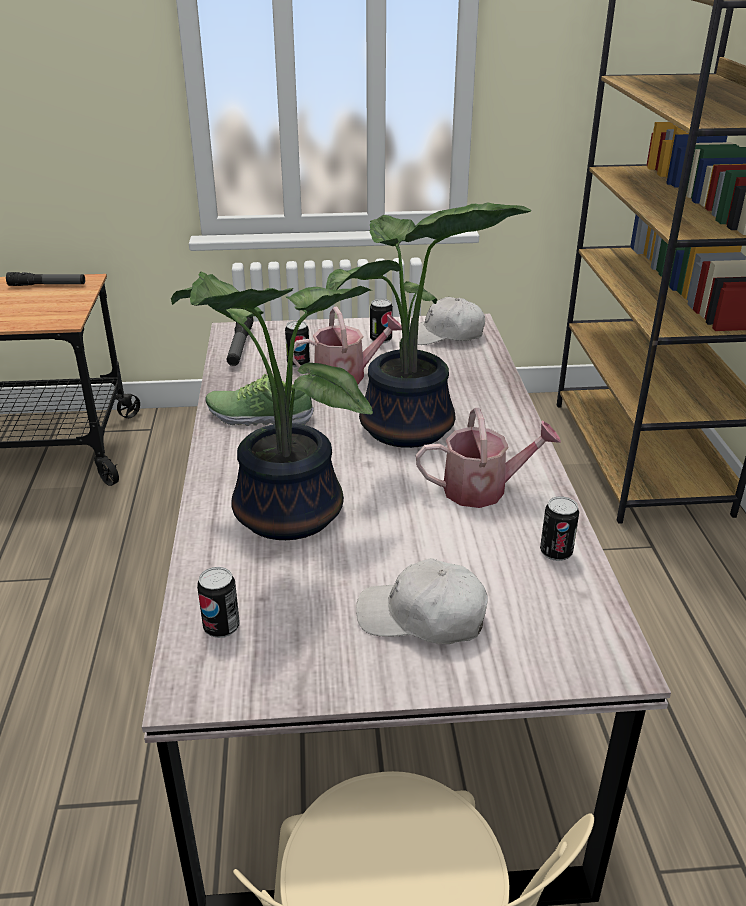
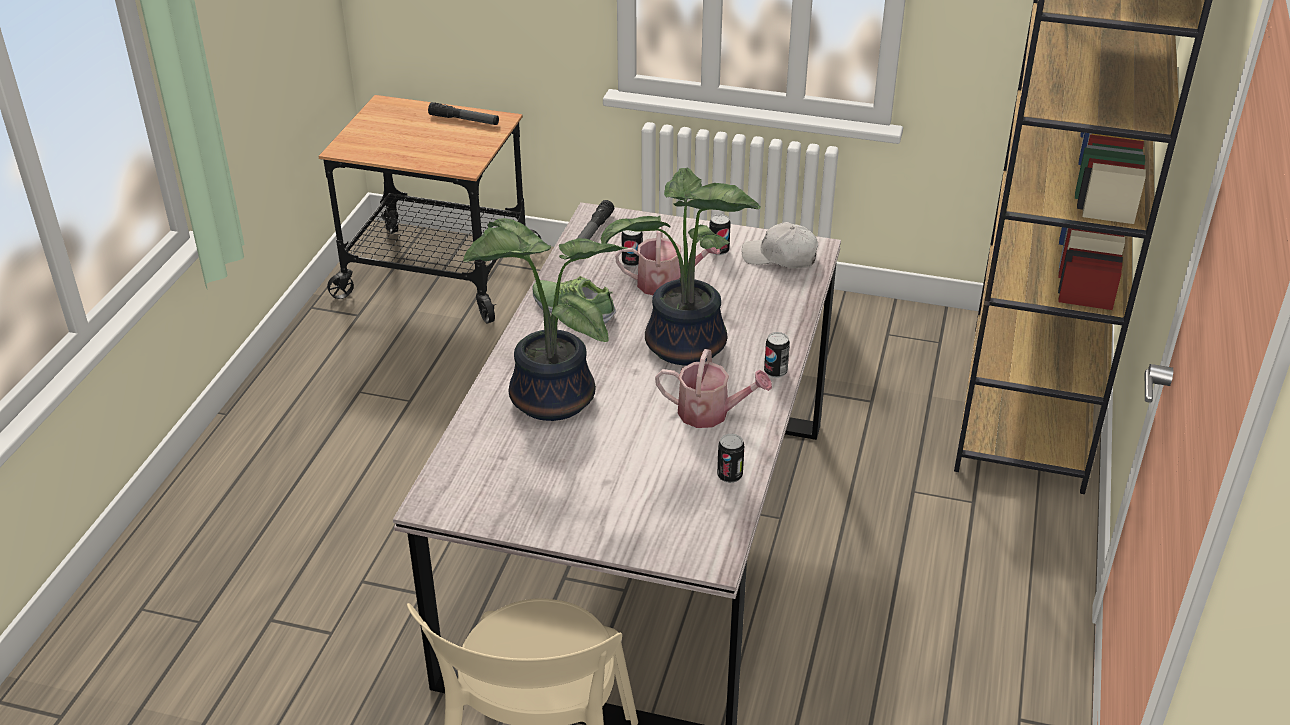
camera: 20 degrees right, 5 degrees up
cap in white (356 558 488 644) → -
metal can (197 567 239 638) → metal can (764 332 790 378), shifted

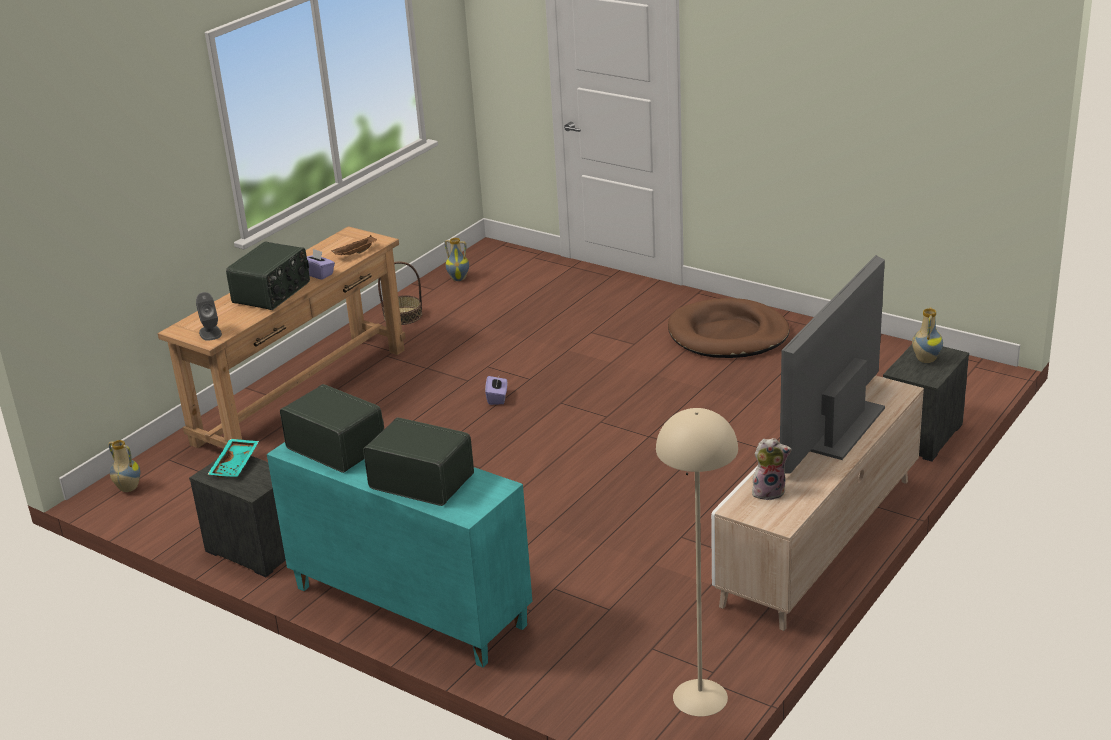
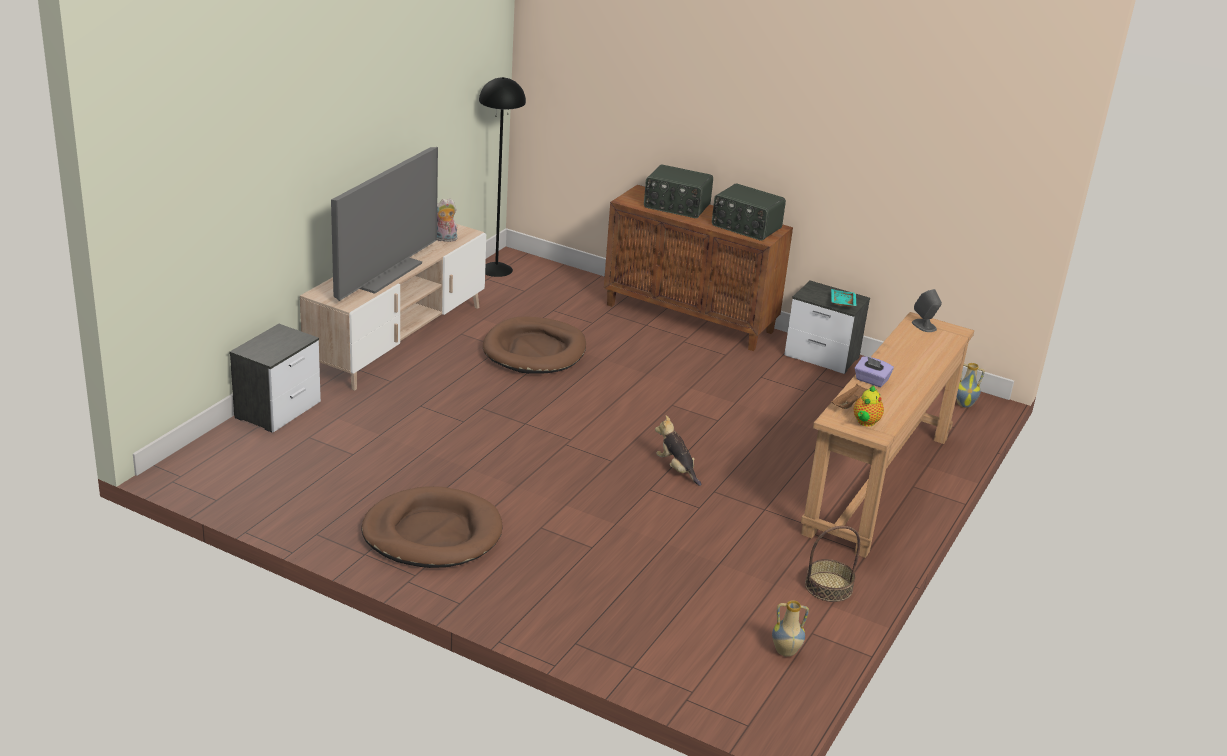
camera: 170 degrees right, 0 degrees up
radio receiver (226 241 310 310) → -
vase (912 307 943 363) → -
tissue holder in purple-coloured (485 374 507 405) → plush toy (655 415 702 486)
floor lamp in beige (656 408 738 716) → floor lamp in black (479 77 526 277)
cabinet in blue-green (267 442 532 668) → cabinet in brown-coloured (604 185 793 351)
- → dog cushion in brown-coloured (483 316 586 374)
- → tea pot (854 386 884 427)

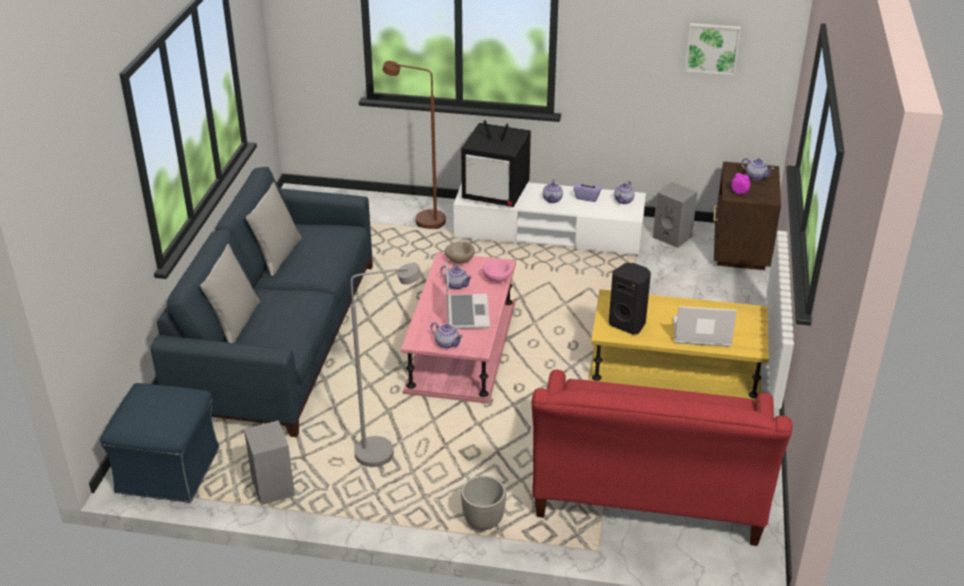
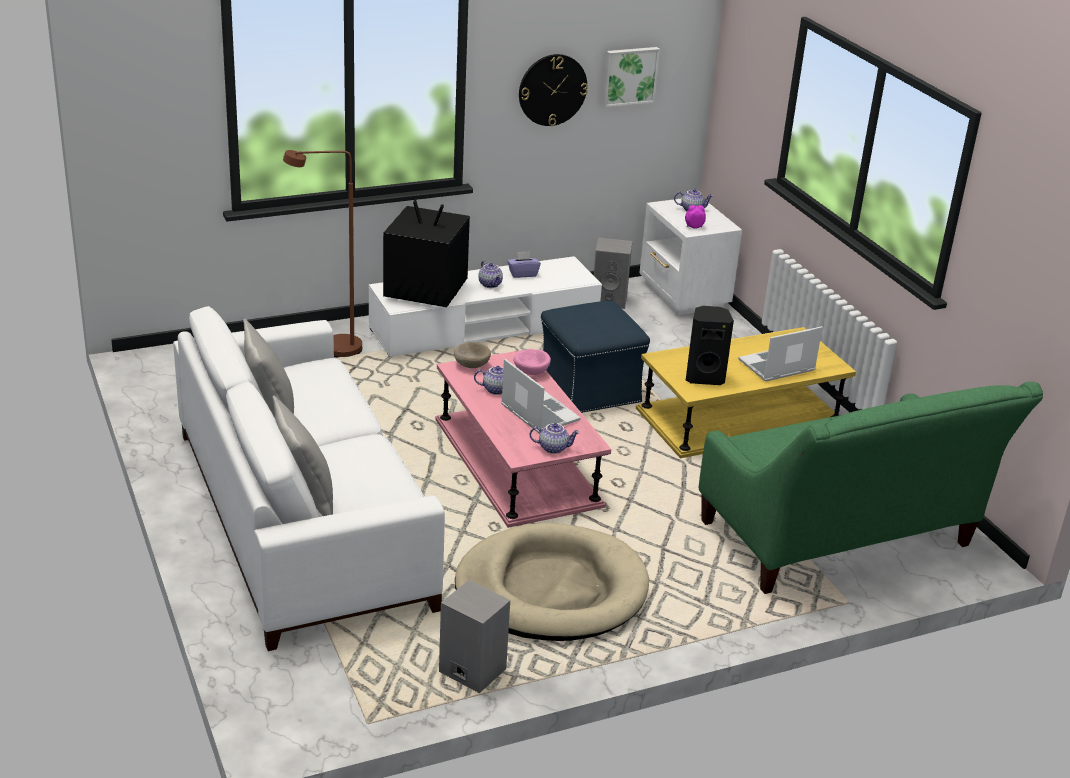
camera: 35 degrees left, 5 degrees down
TV (461 120 531 207) → TV (383 200 470 308), 150 degrees counterclockwise
nightstand in brown-coloured (714 162 781 270) → nightstand in white (639 198 742 315)
sofa in blue (151 167 373 437) → sofa in white (173 306 445 651)
tea pot (614 181 635 204) → -
floor lamp in greyish (351 263 421 467) → dog cushion in beige (455 523 649 641)
sofa in red-coloured (532 370 793 546) → sofa in green-coloured (699 382 1043 594)
pouffe in blue (100 383 219 503) → pouffe in blue (541 300 650 413), shifted
plant pot (461 476 506 530) → -
- → wall clock (519 54 588 126)

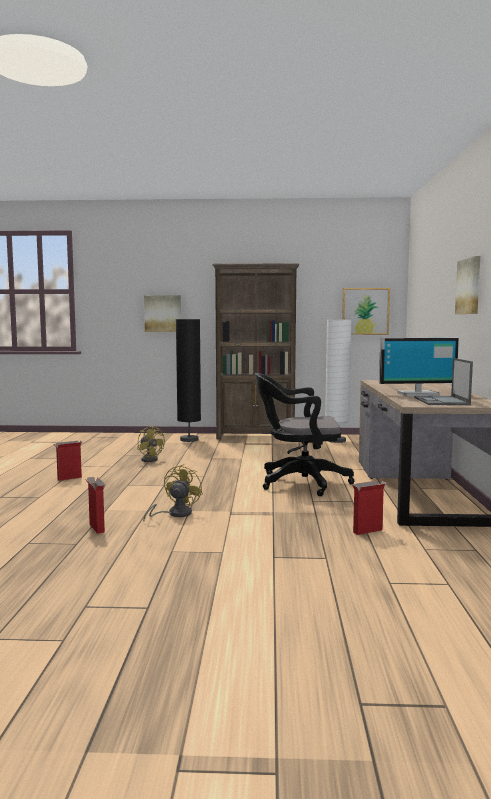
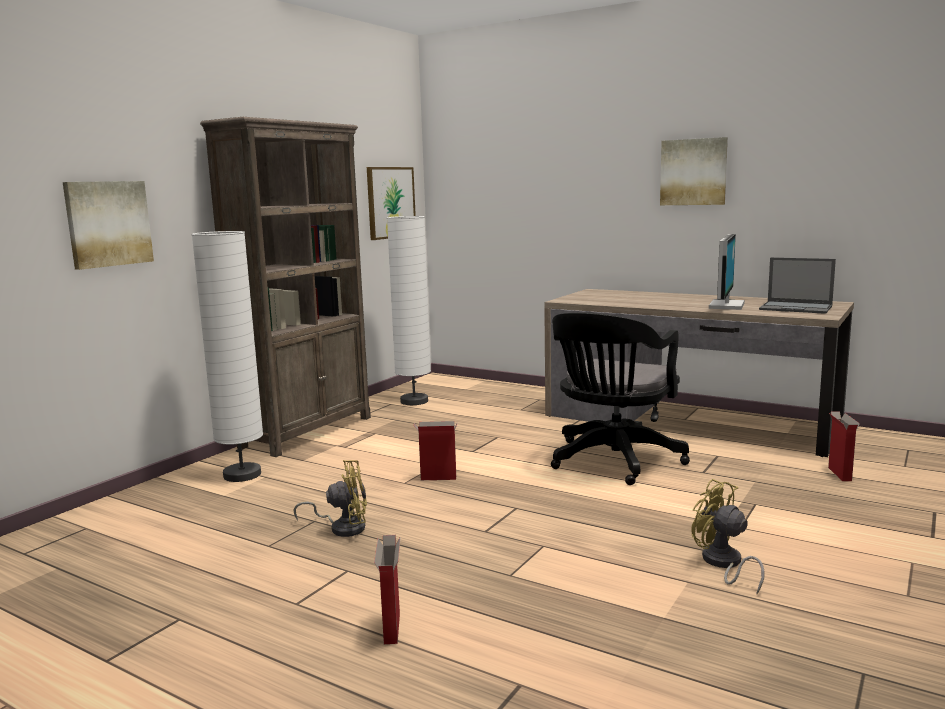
camera: 60 degrees left, 5 degrees up
floor lamp in black (176 319 201 442) → floor lamp in white (192 231 263 482)
carton (86 477 106 534) → carton (413 421 457 480), shifted

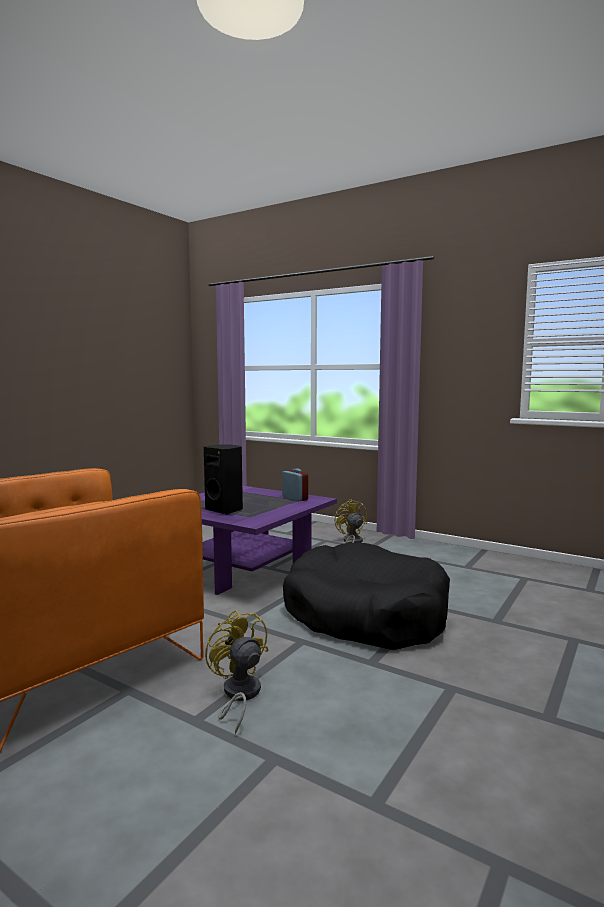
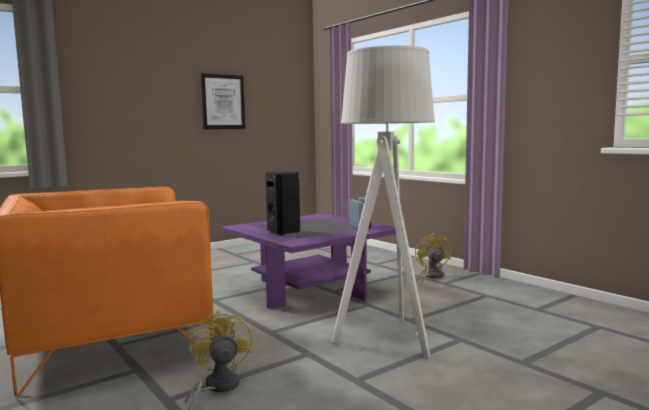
camera: 20 degrees right, 0 degrees up
dog cushion in black (283 543 450 650) → floor lamp in greyish (332 45 435 358)
- → wall picture (201 73 245 129)

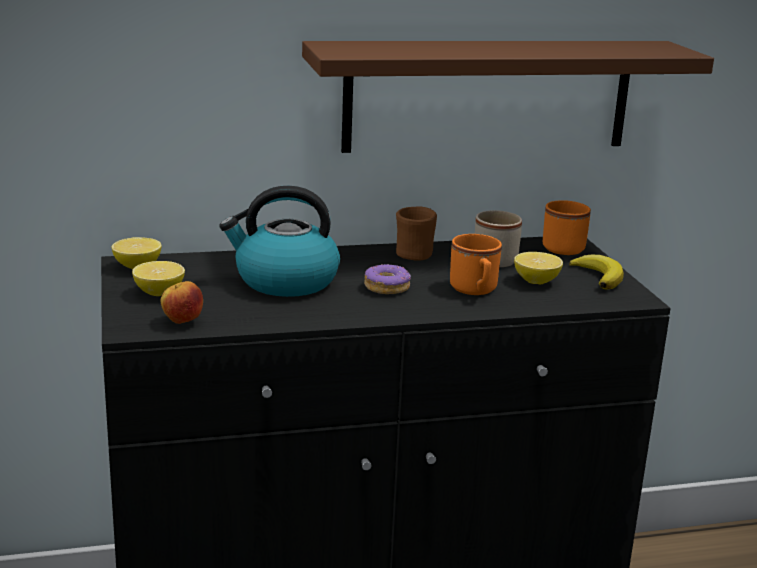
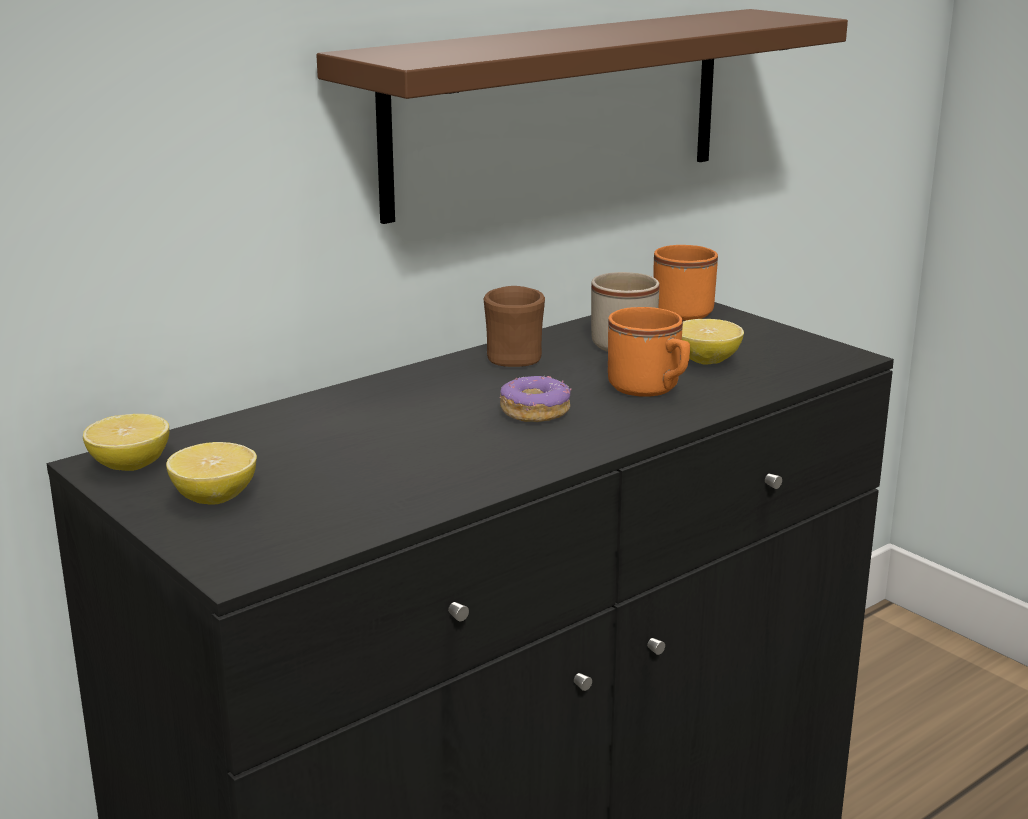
camera: 25 degrees left, 0 degrees up
kettle (219 186 340 297) → -
banana fruit (569 254 624 289) → -
apple (161 281 203 324) → -

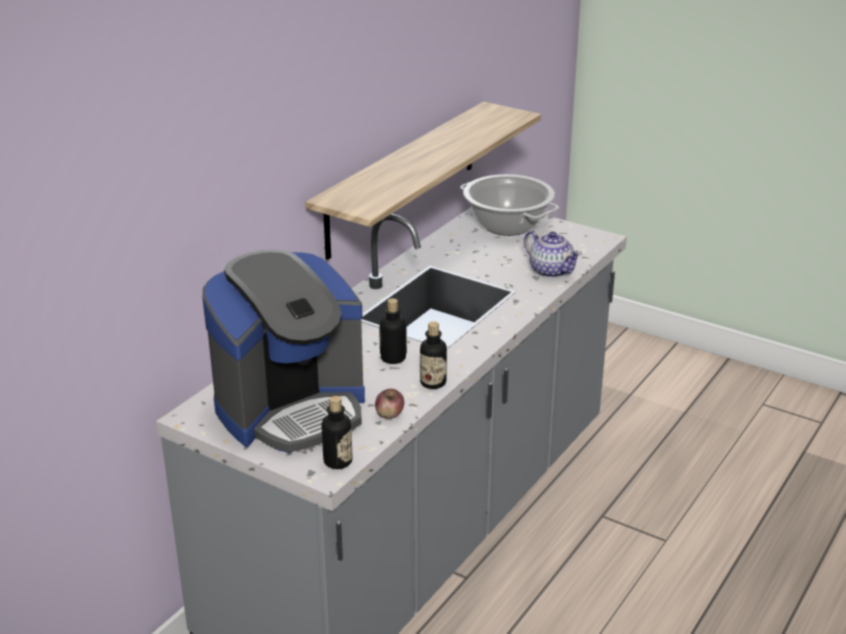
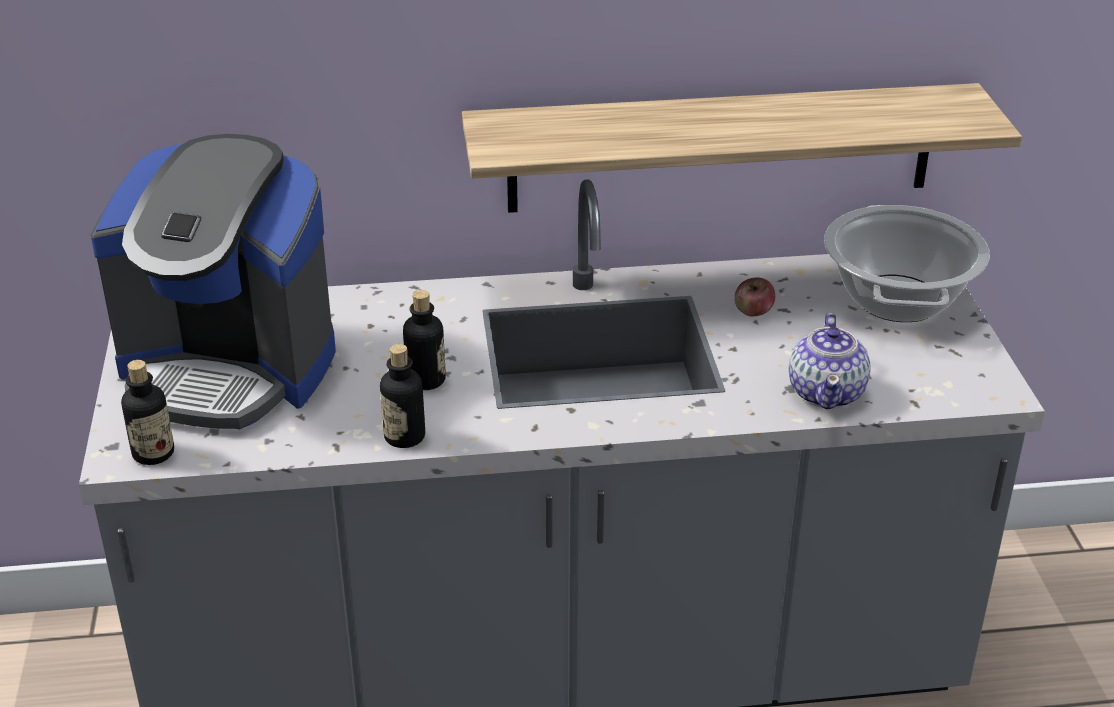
camera: 50 degrees right, 5 degrees up
apple (375 389 404 419) → apple (734 278 775 316), shifted

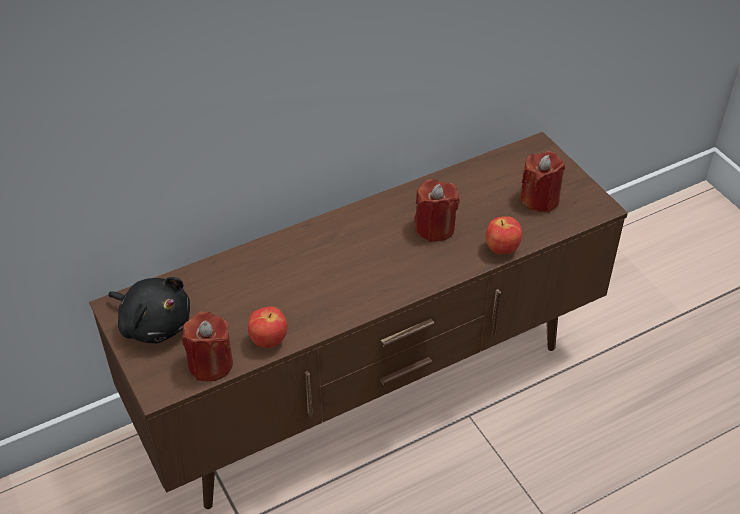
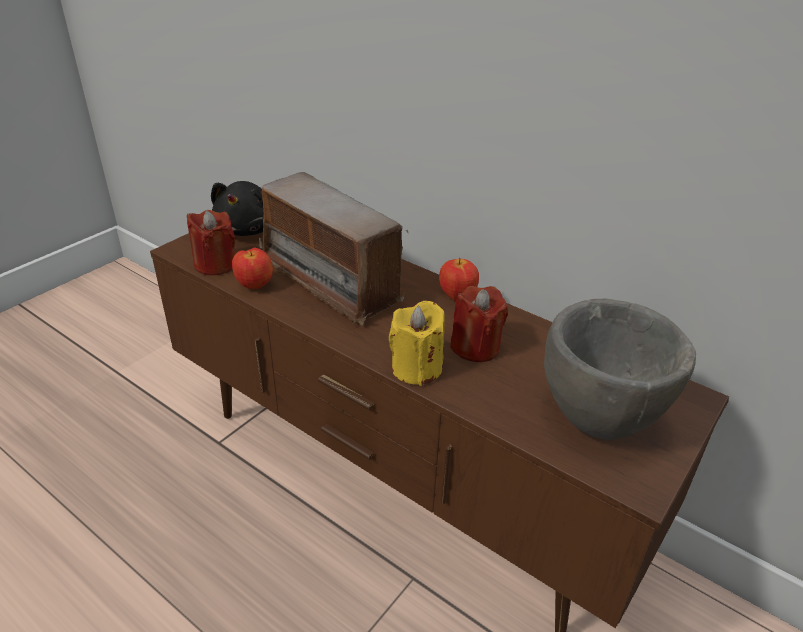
camera: 65 degrees right, 10 degrees down
candle in red-coloured (520 151 565 212) → deep dish in greyish (544 299 696 440)
apple (486 216 522 255) → apple (439 258 479 301), shifted
- → radio receiver (259 172 408 326)
- → candle in yellow-coloured (389 301 445 386)

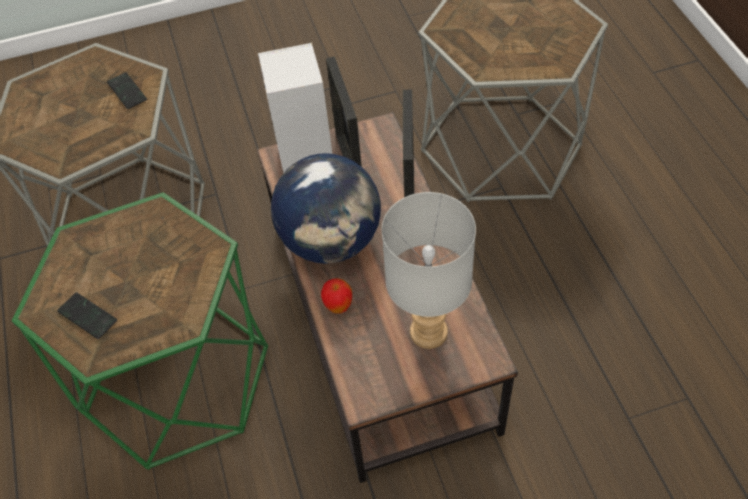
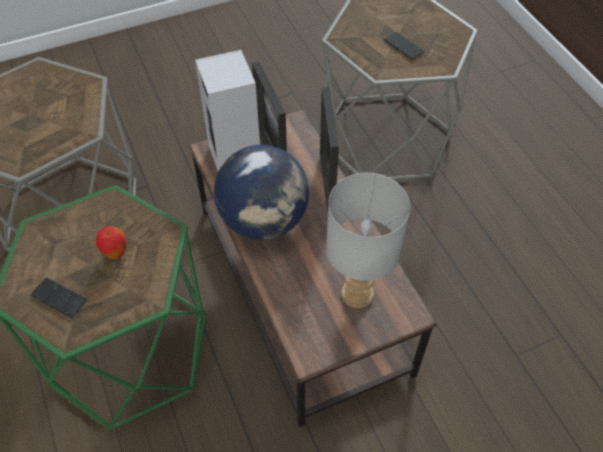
camera: 10 degrees left, 0 degrees up
phone (107 72 147 109) → phone (384 32 425 60), shifted
apple (321 278 352 314) → apple (96 226 126 259), shifted

